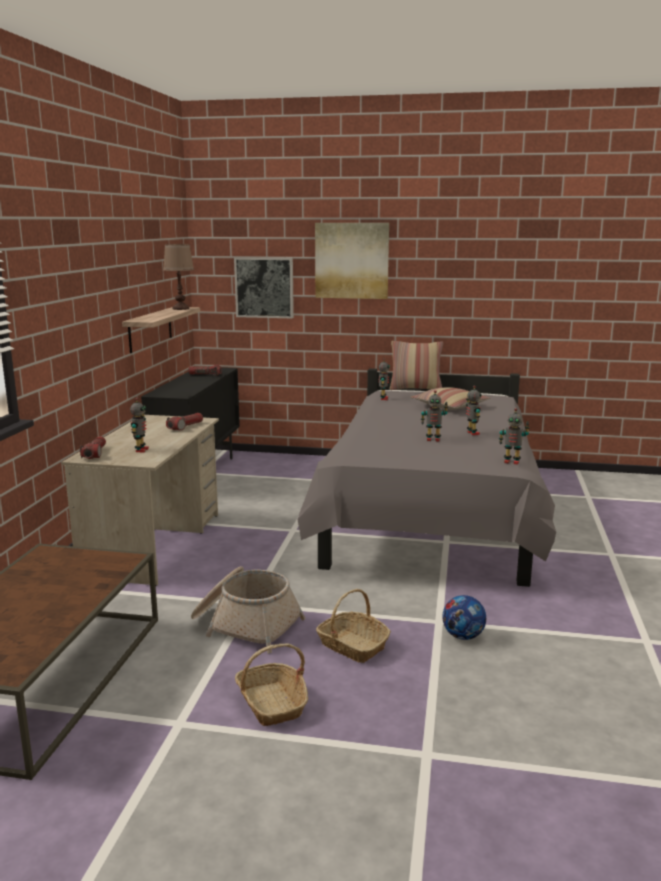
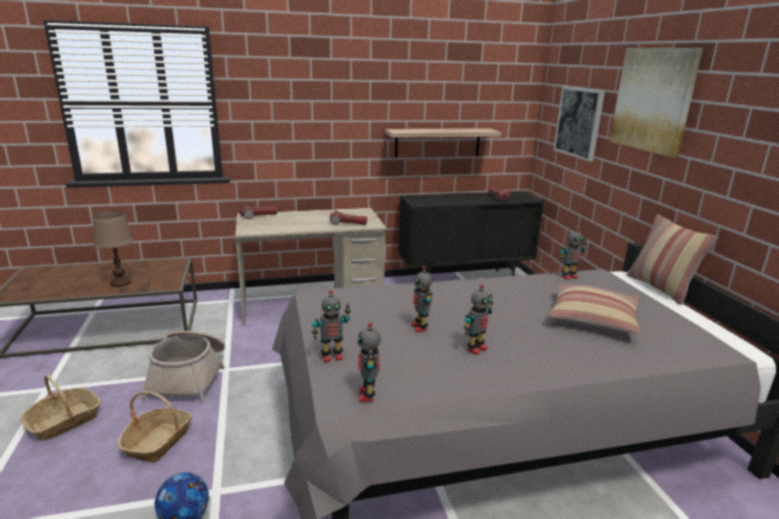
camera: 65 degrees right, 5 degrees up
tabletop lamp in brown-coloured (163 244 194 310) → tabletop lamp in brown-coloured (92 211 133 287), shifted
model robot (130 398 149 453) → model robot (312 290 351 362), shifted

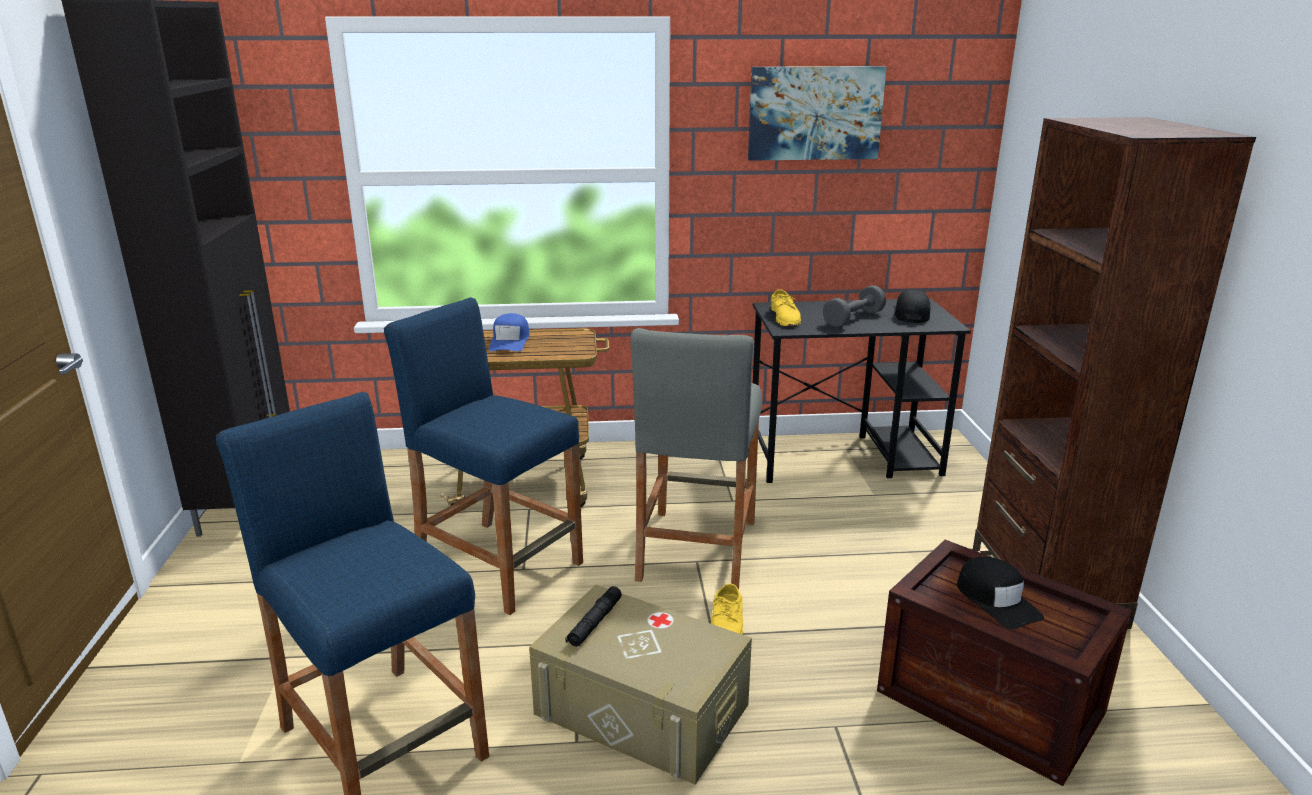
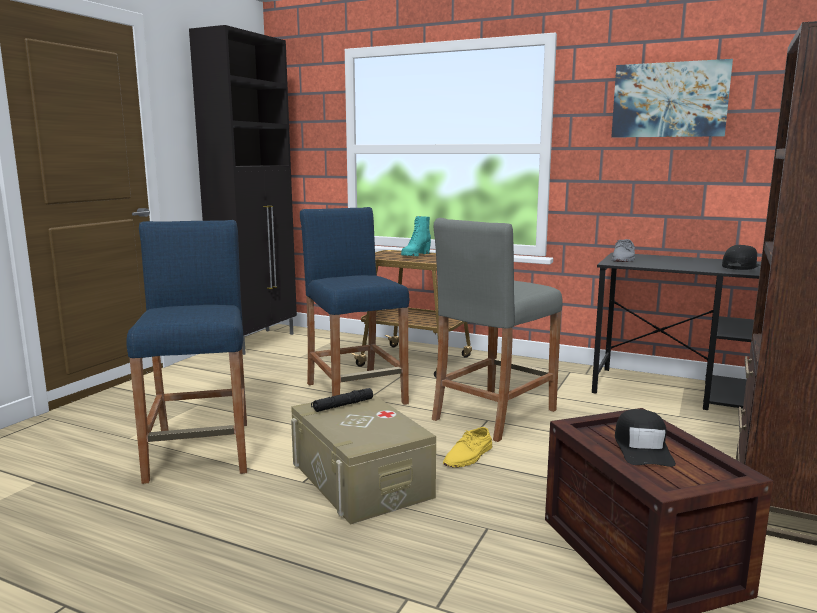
camera: 30 degrees right, 10 degrees down
free weight in greyish (823 285 886 327) → -
item of footwear in yellow-coloured (771 289 801 326) → item of footwear in greyish (612 239 635 262)
cap in blue (489 313 529 351) → tall boot in blue-green (401 216 431 256)

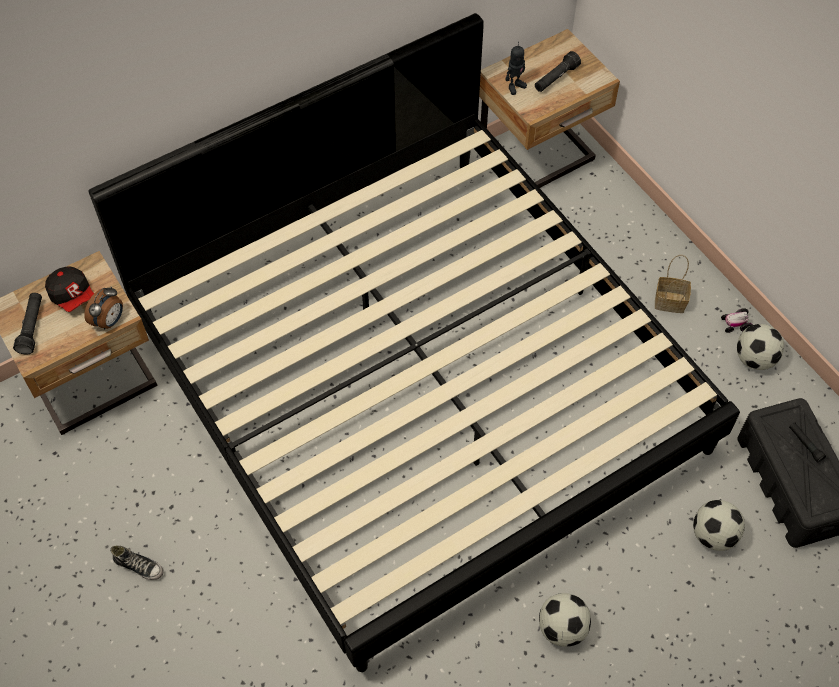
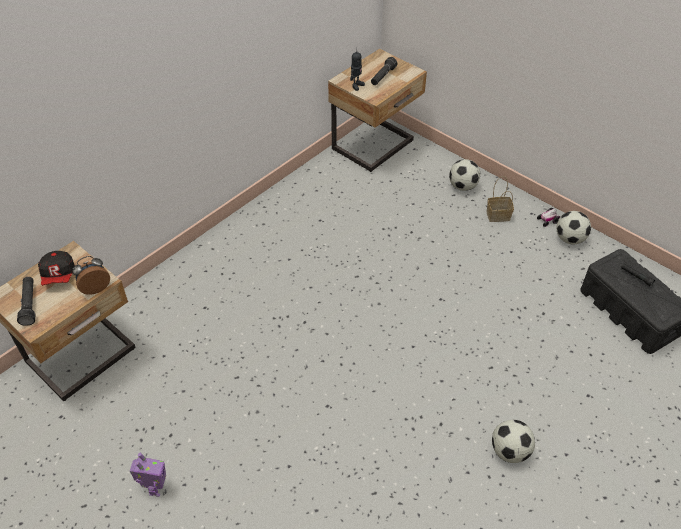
camera: 15 degrees left, 10 degrees down
sleeping bed (88 13 740 672) → -
cap (45 266 94 312) → cap (38 251 75 286), 45 degrees clockwise
bedside clock (84 286 123 330) → bedside clock (72 256 110 295), 135 degrees counterclockwise
ball for football (693 500 745 551) → ball for football (449 159 480 191), shifted
item of footwear (110 546 164 580) → model robot (130 453 166 497)

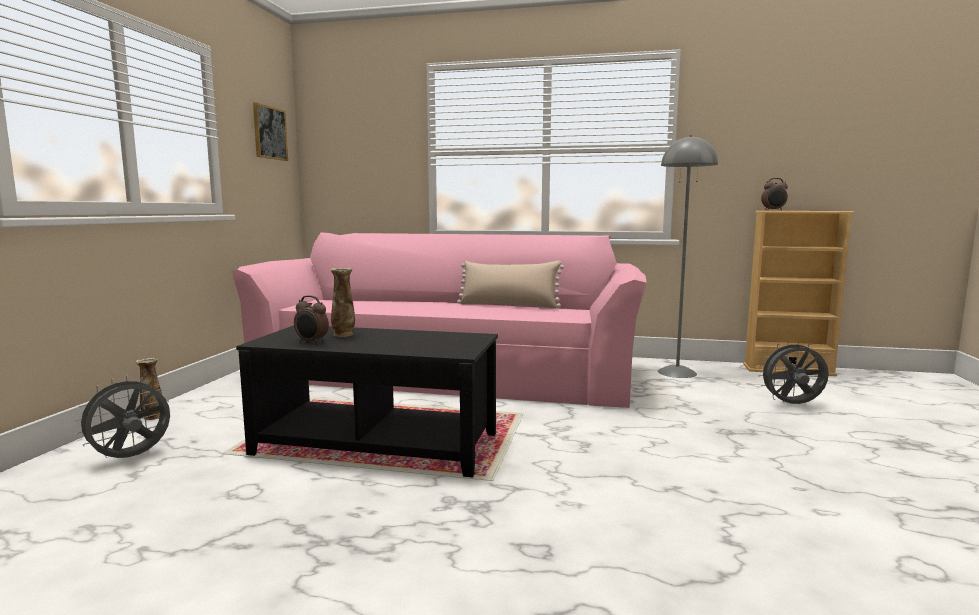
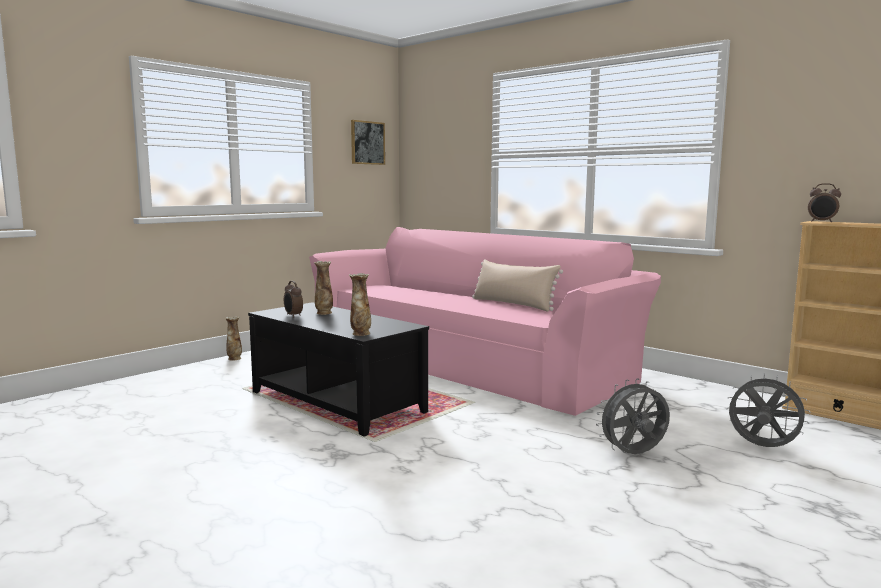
camera: 30 degrees right, 0 degrees up
floor lamp in greyish (658 135 718 378) → -
fan in greyish (74 376 170 458) → fan in greyish (596 378 670 454), shifted
- → vase (349 273 371 336)

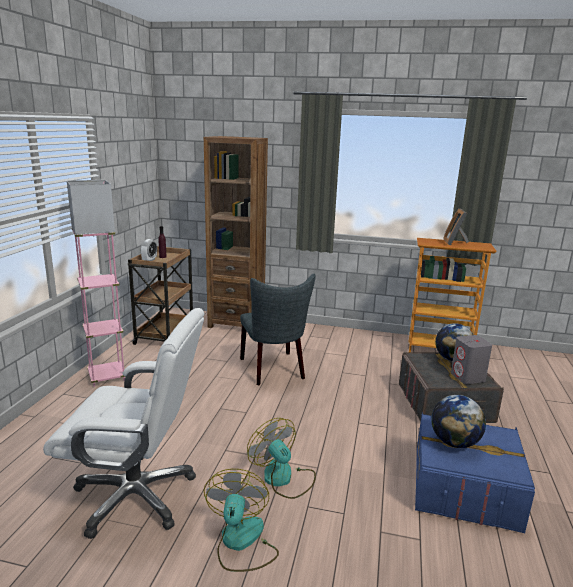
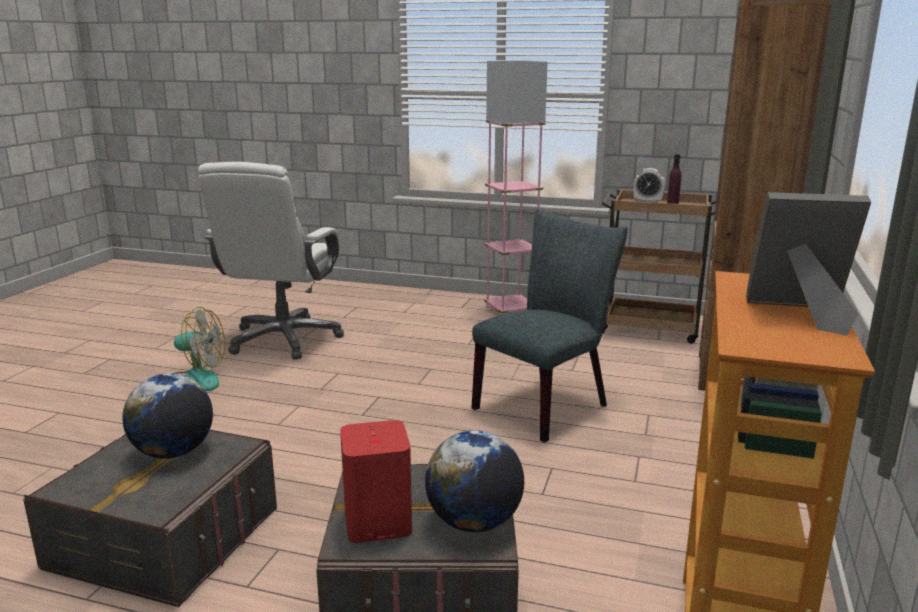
camera: 95 degrees right, 0 degrees up
chair in greyish (240 274 316 385) → chair in greyish (472 209 628 443), 150 degrees clockwise
audio speaker in greyish (451 335 492 384) → audio speaker in red-coloured (340 420 412 543)
storage box in blue (415 412 535 533) → storage box in greyish (23 430 277 607)
fan (247 418 316 499) → -

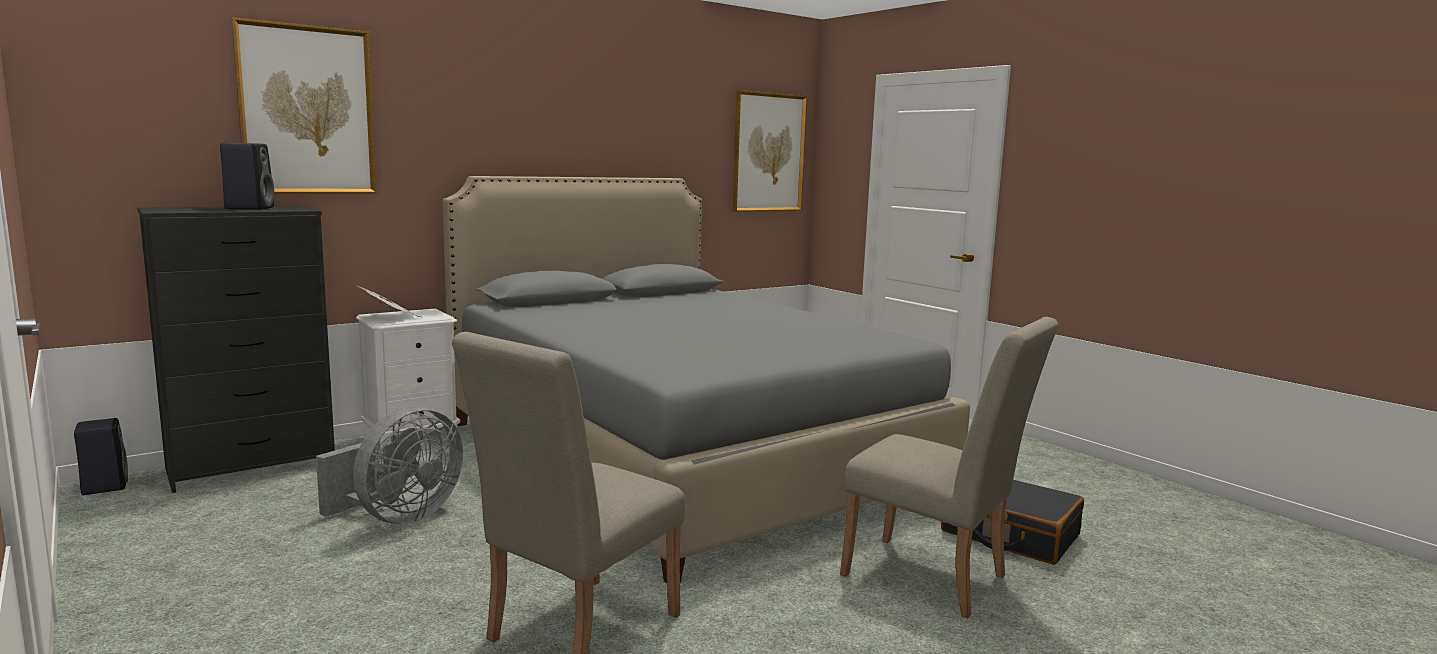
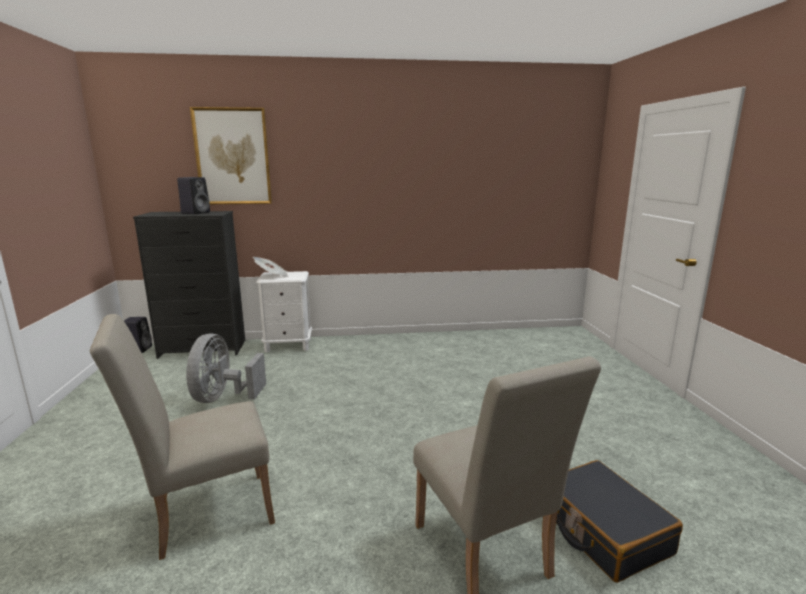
camera: 30 degrees right, 5 degrees up
wall picture (732 90 808 212) → -
sleeping bed in greyish (442 176 970 583) → -
fan in greyish (316 406 463 524) → fan in greyish (186 333 266 403), 120 degrees clockwise

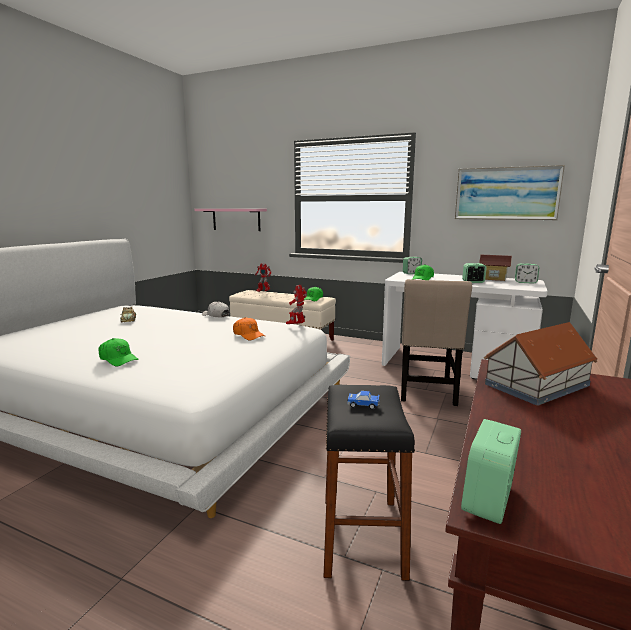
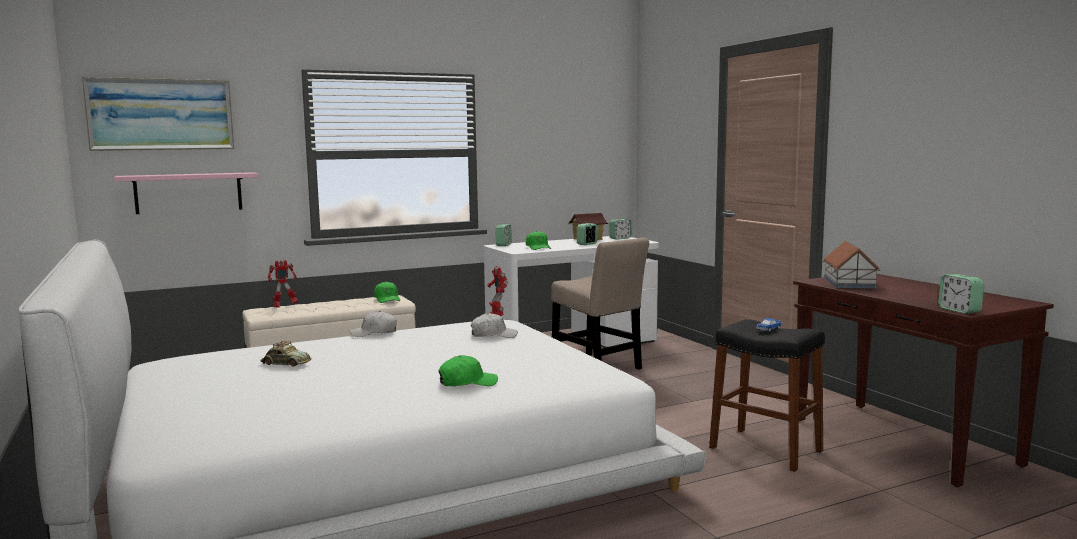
camera: 50 degrees left, 5 degrees down
wall picture (455 165 565 220) → wall picture (82 77 234 151), shifted
cap in orangey (233 317 265 340) → cap in white (471 313 518 338)

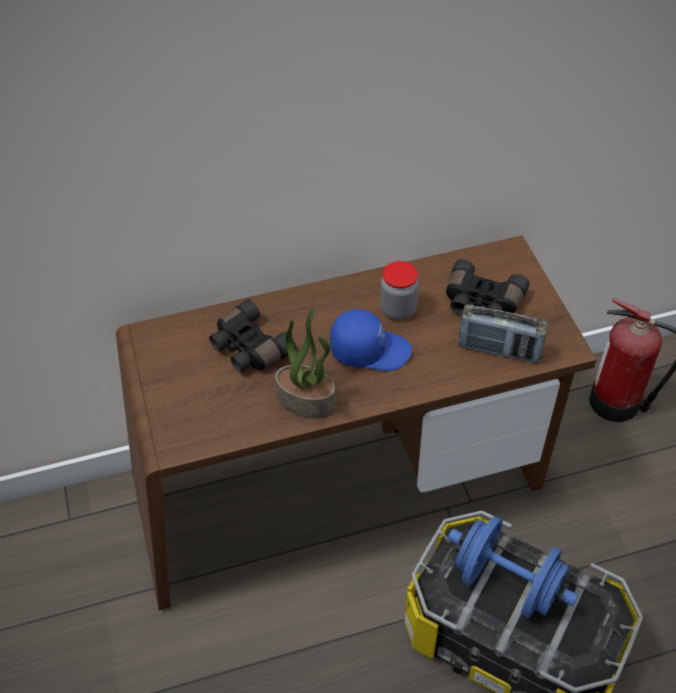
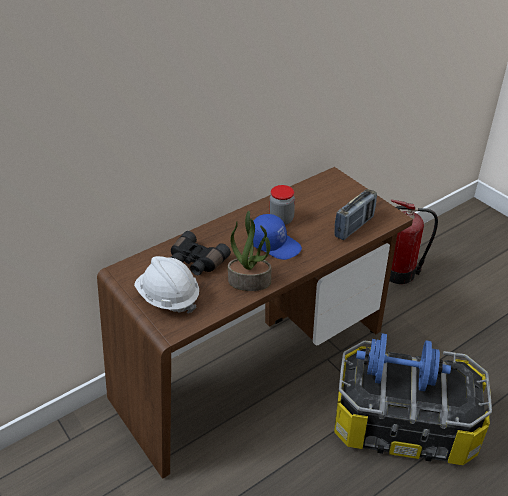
camera: 20 degrees left, 10 degrees down
binoculars in black (446 259 529 314) → -
radio receiver (458 304 548 363) → radio receiver (334 189 377 240), 45 degrees counterclockwise
cap in blue (330 309 412 371) → cap in blue (253 214 302 260), 45 degrees clockwise
- → hard hat in white (134 256 199 314)

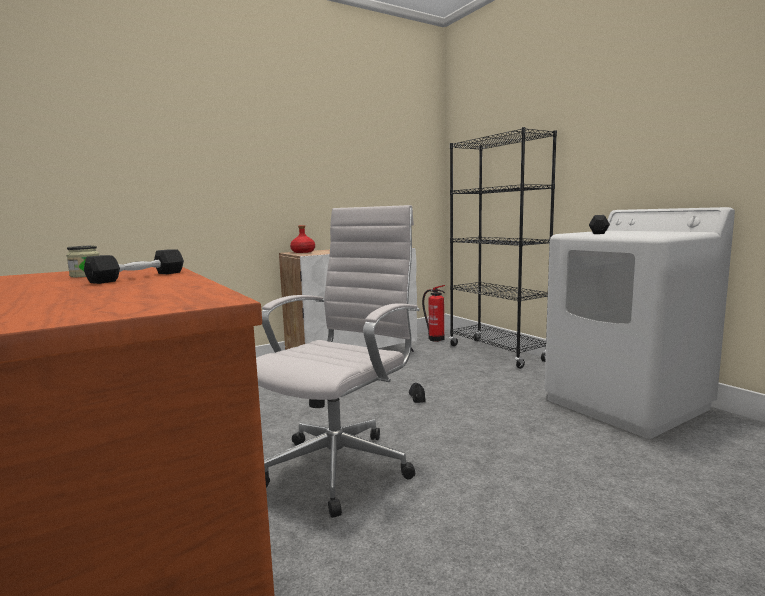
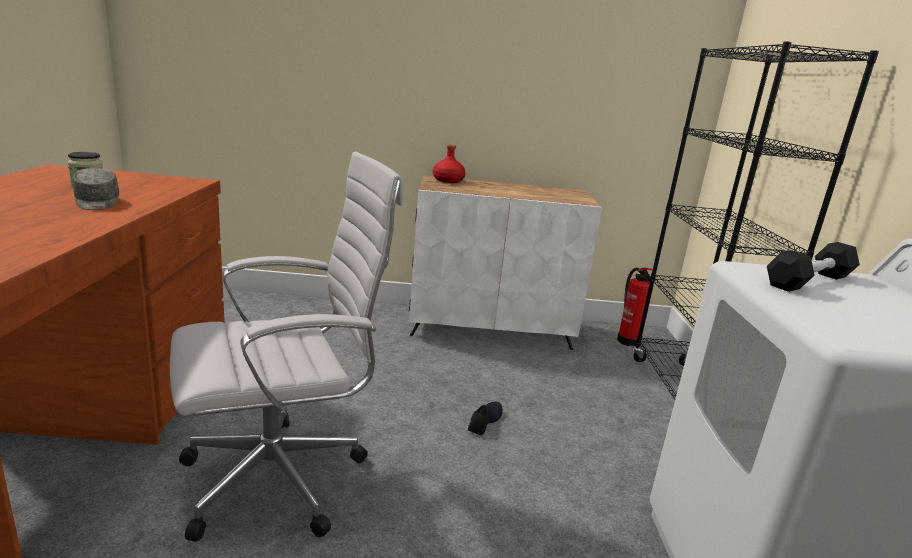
camera: 30 degrees right, 10 degrees up
free weight in black (84 249 184 284) → cap in greyish (73 168 119 210)

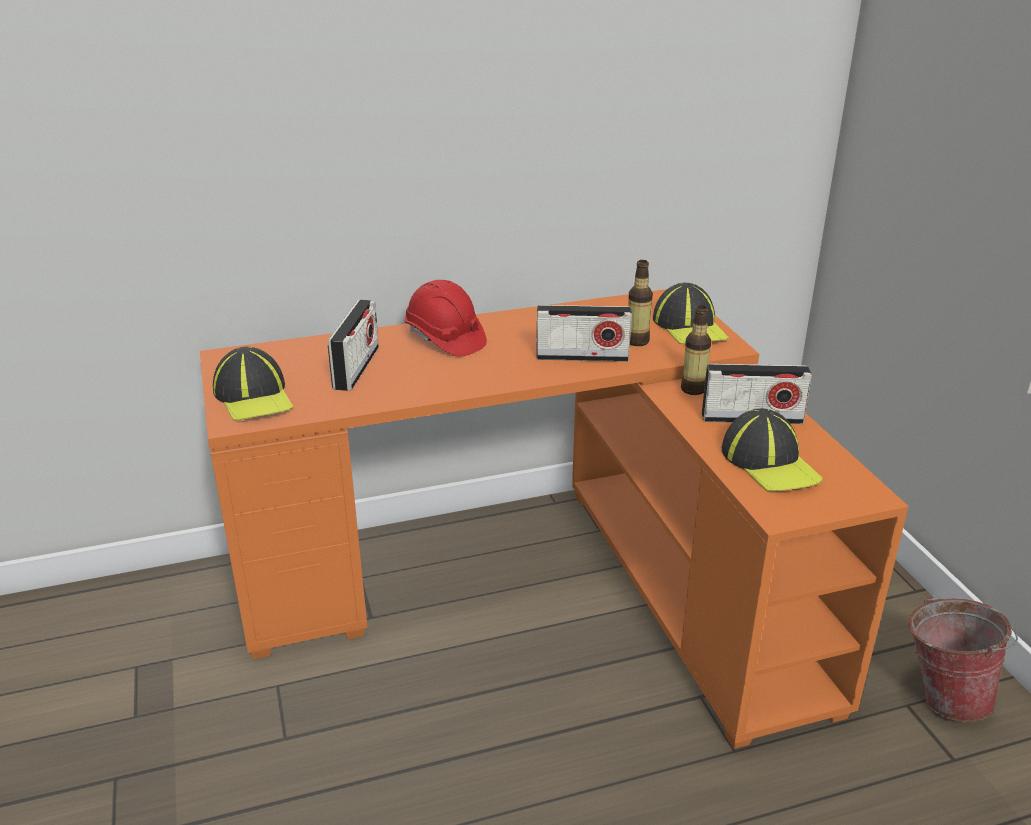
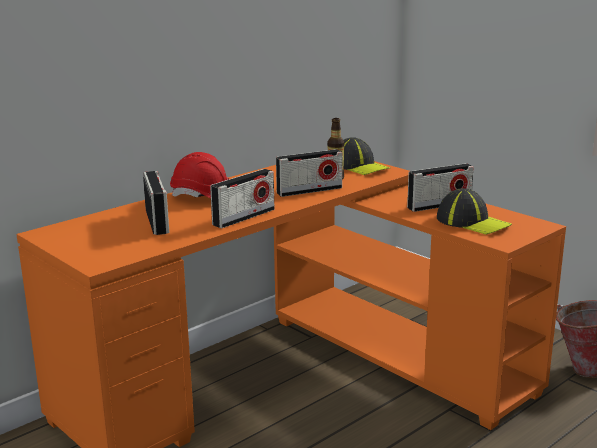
camera: 25 degrees left, 10 degrees down
beverage bottle (681 305 711 395) → -
cap (213 347 294 421) → -
- → radio receiver (210 169 274 228)

